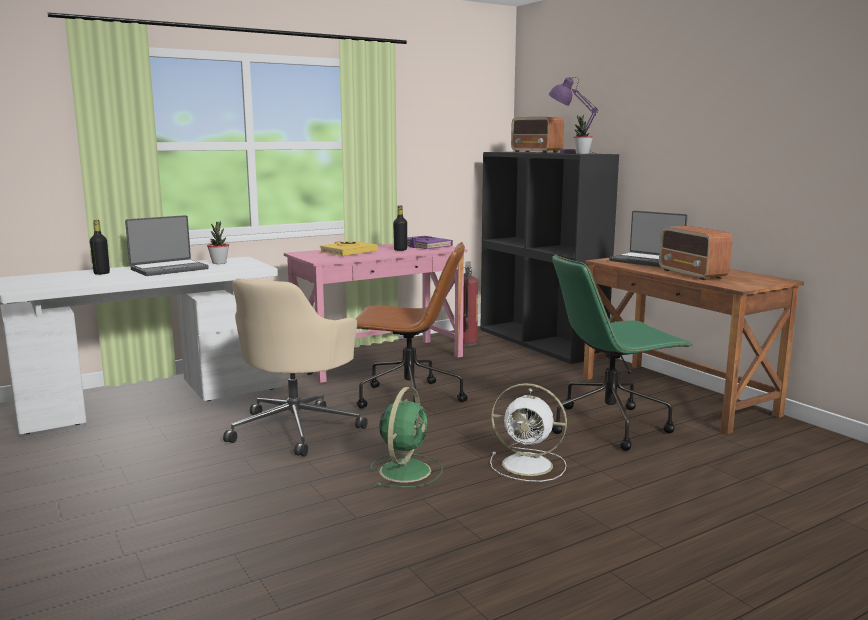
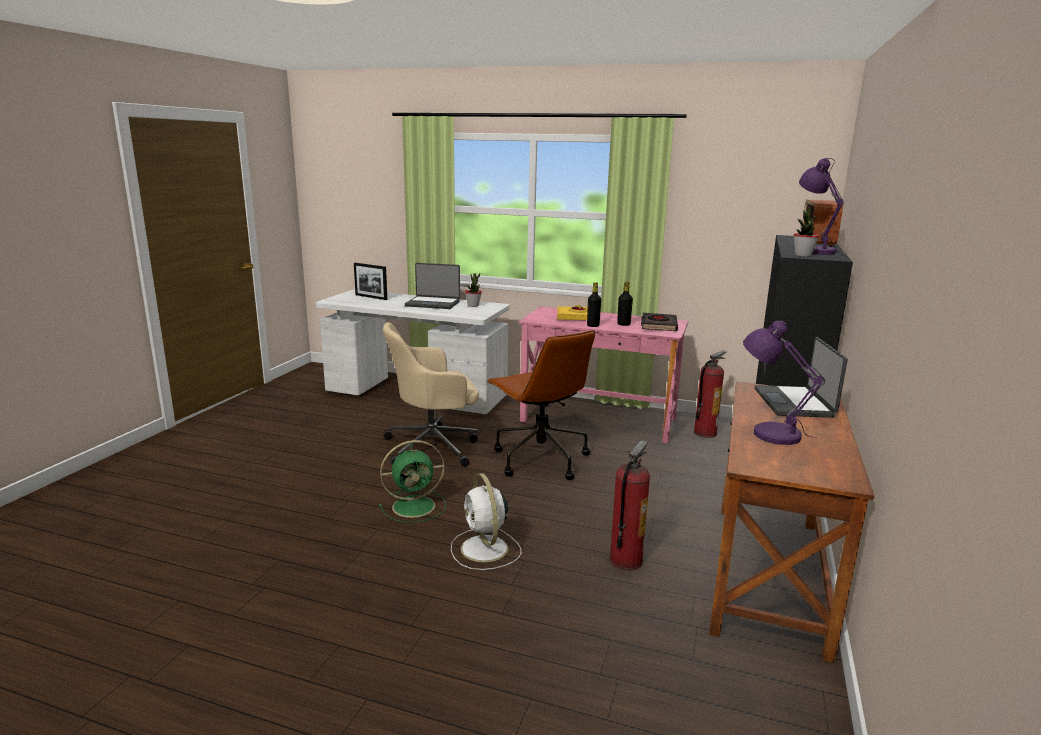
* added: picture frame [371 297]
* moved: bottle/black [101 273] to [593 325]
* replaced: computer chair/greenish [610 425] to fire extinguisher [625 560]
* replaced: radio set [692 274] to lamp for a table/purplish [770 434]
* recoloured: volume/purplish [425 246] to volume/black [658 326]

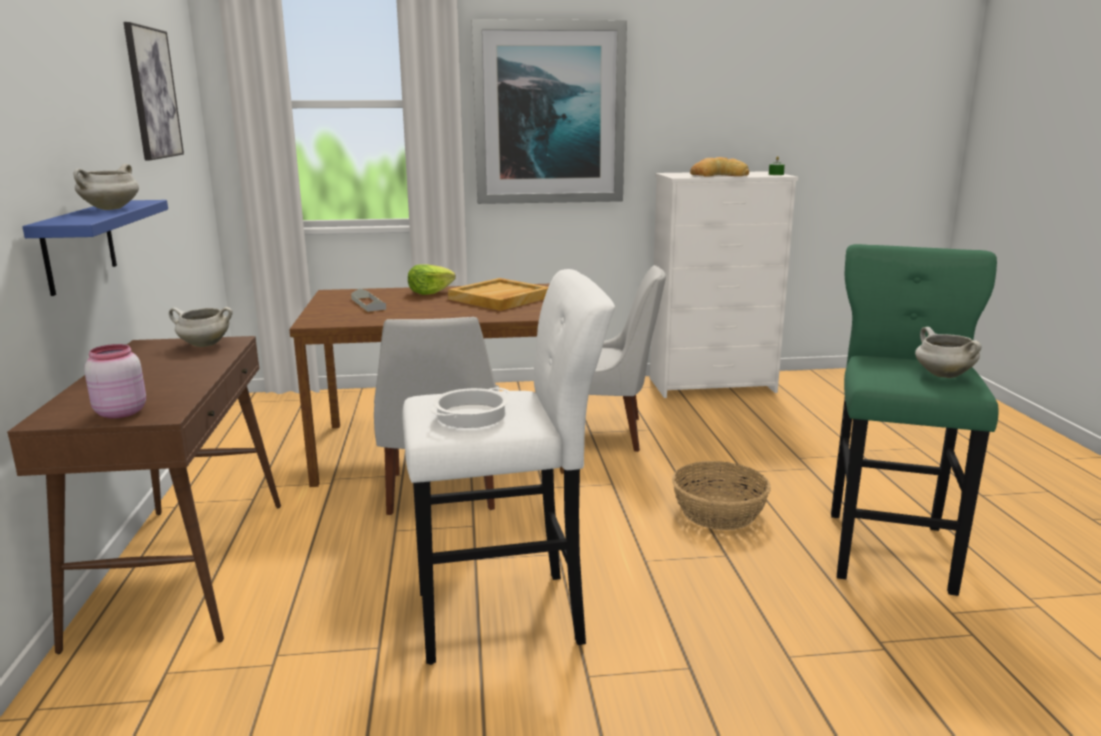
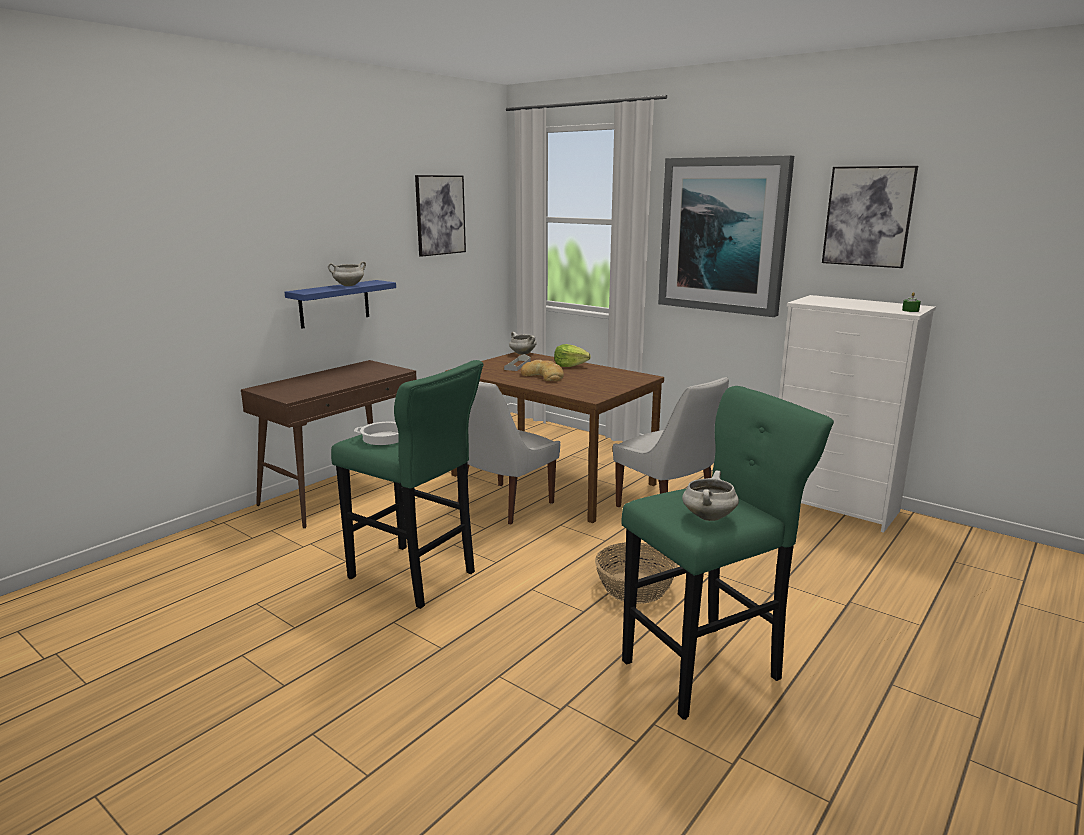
* removed: storage jar/pinkish [119 412]
* removed: serving tray/sand-coloured [500 298]
* added: wall picture [868 216]
* moved: cooking pot/whitish [204 345] to [522 354]
* moved: baked bread [718 175] to [543 376]
* recoloured: stool/whitish [509 615] to stool/greenish [416 577]

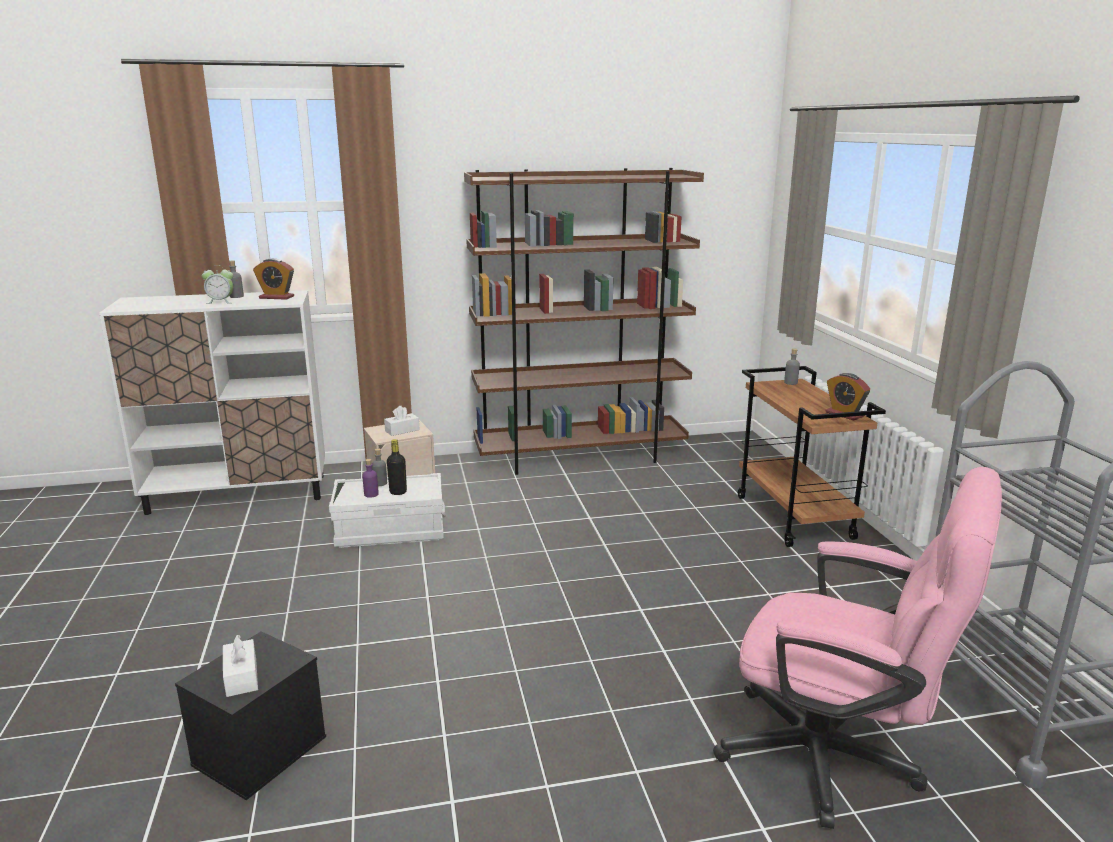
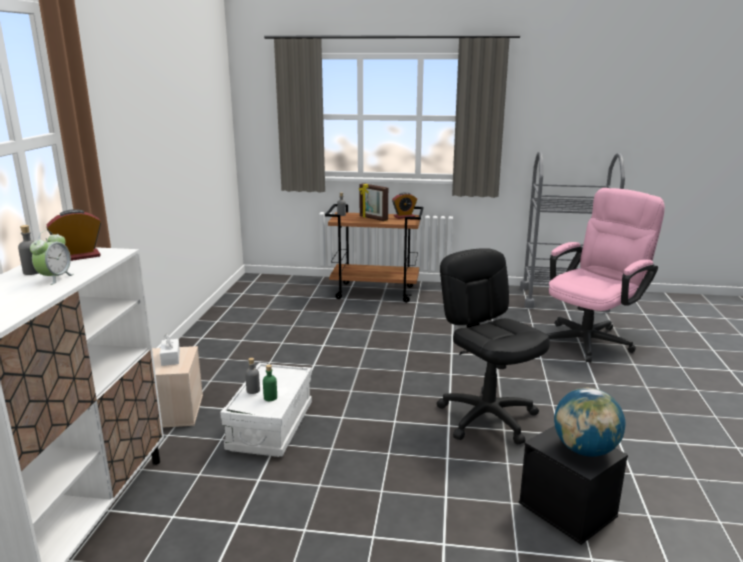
* removed: bottle/black [398 492]
* removed: shelving unit/brown-coloured [580 457]
* added: picture frame [373 218]
* added: computer chair/black [487 418]
* replaced: tissue box/whitish [241 677] to desk globe [585 450]
* recoloured: bottle/purplish [371 494] to bottle/greenish [270 398]
* turned: bedside clock [276 297] = [79 256] 150 degrees counterclockwise

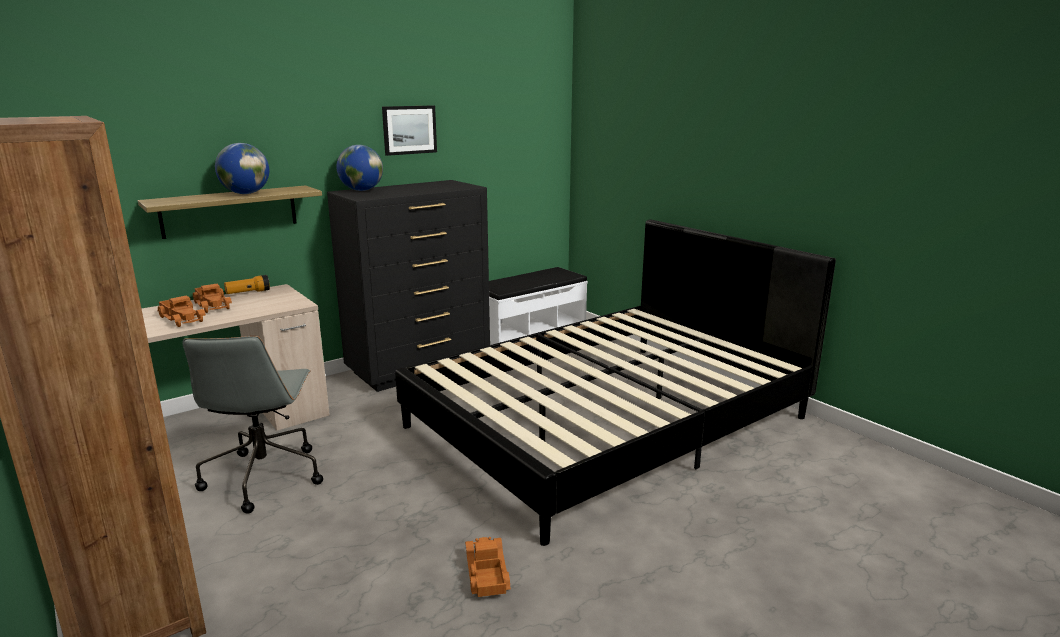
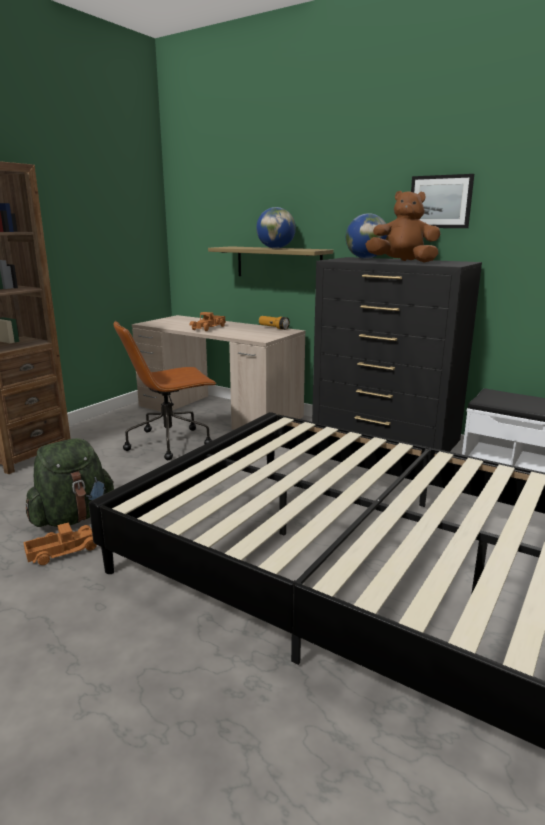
* removed: toy lorry [213 305]
* added: knapsack/greenish [73 517]
* added: cuddly toy/brown-coloured [402 262]
* recoloured: computer chair/grey [264 476] to computer chair/brown-coloured [170 442]

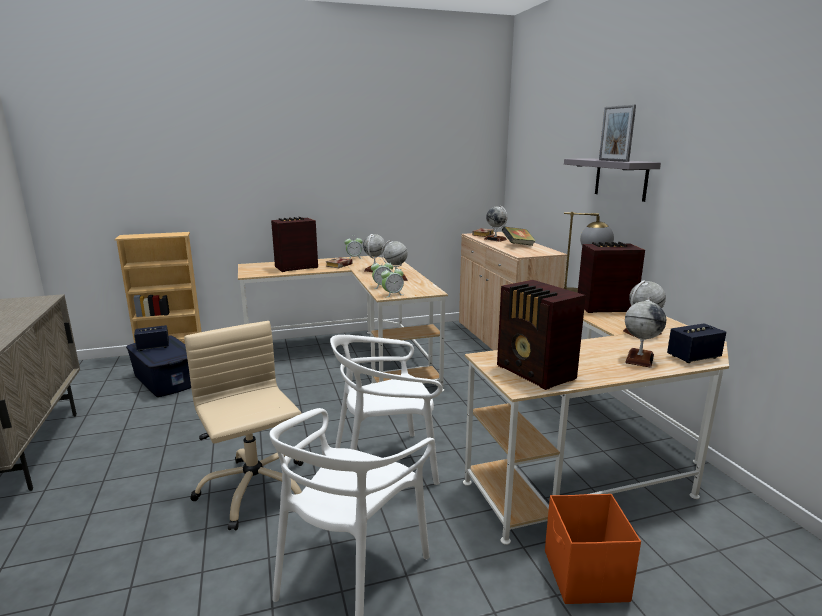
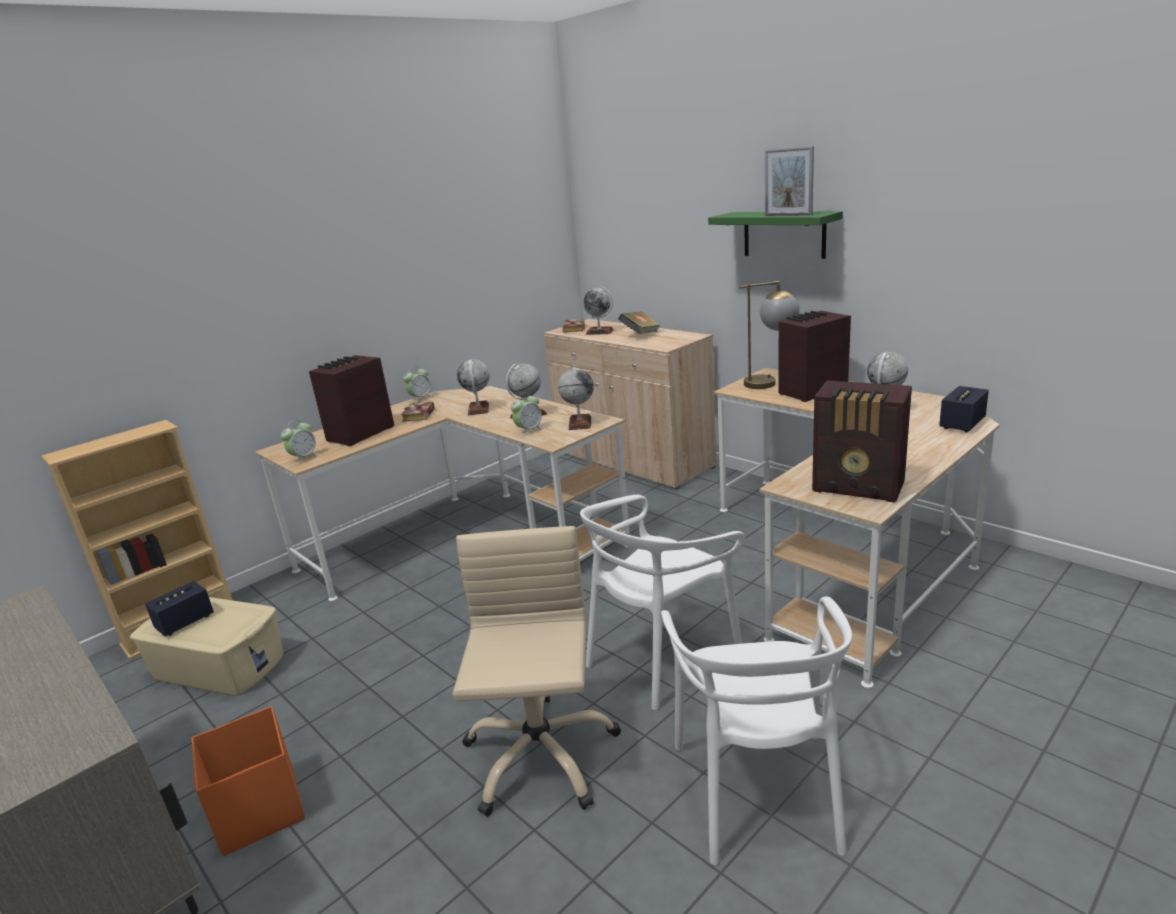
* moved: bedside clock [392 294] to [304 458]
* moved: storage box/orangey [585 577] to [259 811]
* moved: desk globe [639 359] to [579 423]
* recoloured: storage box/blue-coloured [166 380] to storage box/sand-coloured [220 666]
* recoloured: wall shelf/grey [621 179] to wall shelf/greenish [784 234]
* turned: computer chair/sand-coloured [254 489] = [539 756] 60 degrees clockwise

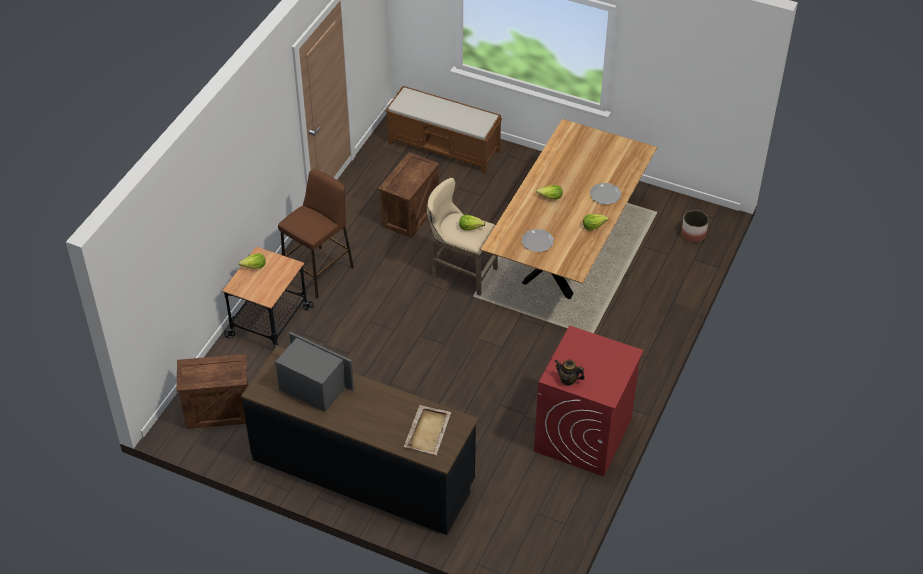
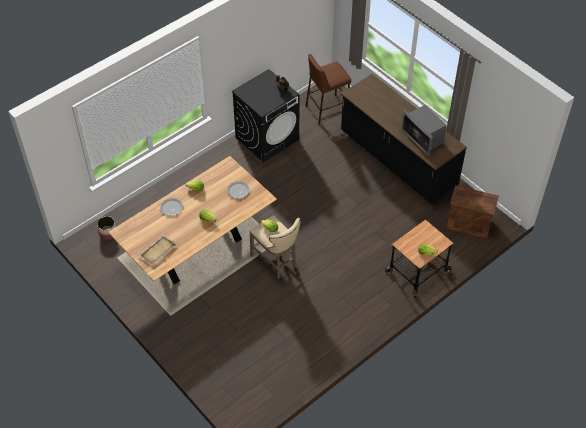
* removed: packing crate [409 214]
* removed: indoor bench/brown-coloured [444 147]
* moved: stool/brown-coloured [319 272] to [327 109]
* moved: serving tray/sand-coloured [428 431] to [157 251]
* recoloured: laundry appliance/red-coloured [583 435] to laundry appliance/black [267 138]

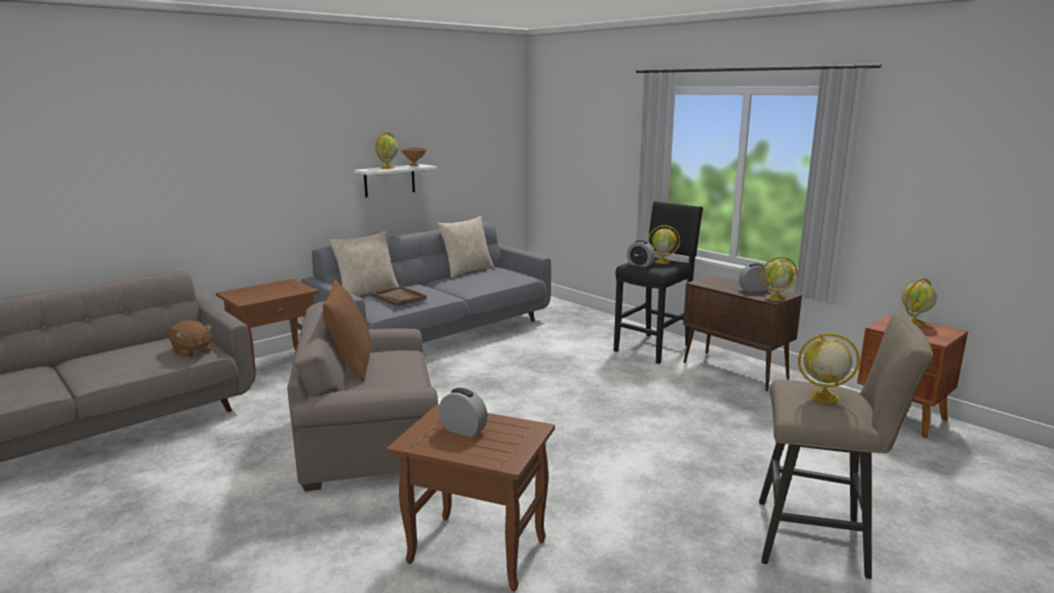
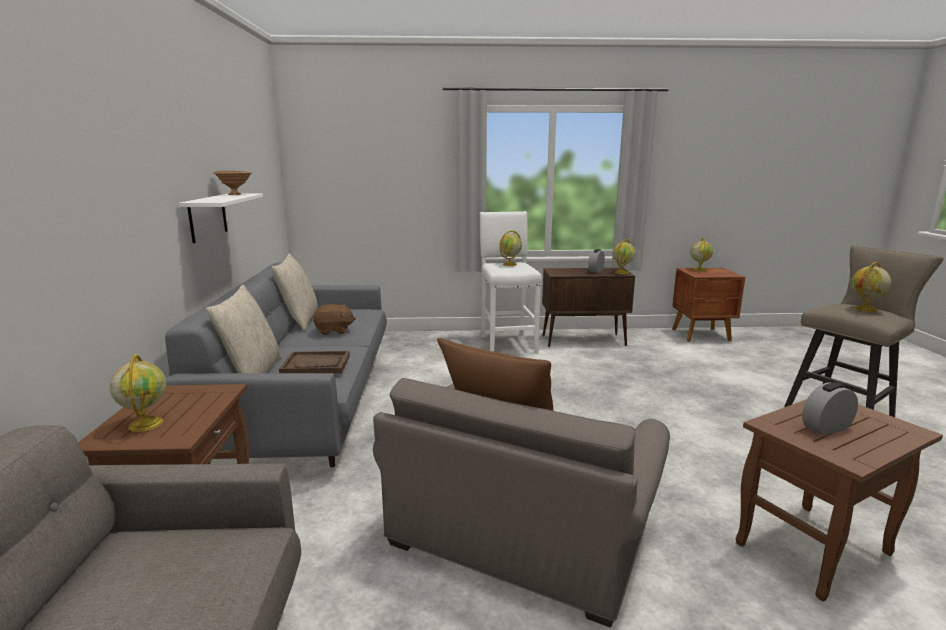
* removed: bedside clock [640 264]
* moved: cuddly toy/brown-coloured [192 351] to [334 331]
* moved: desk globe [387 168] to [145 423]
* recoloured: stool/black [654 348] to stool/whitish [507 344]

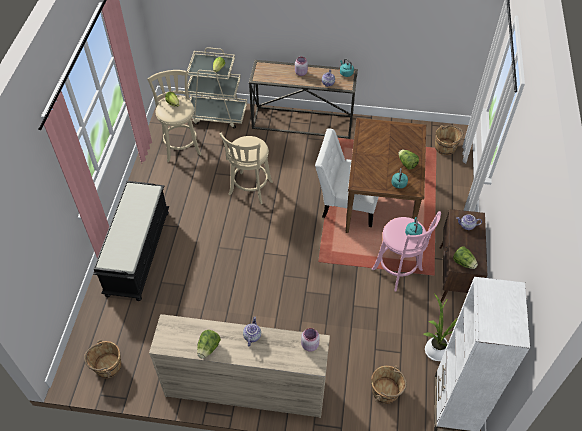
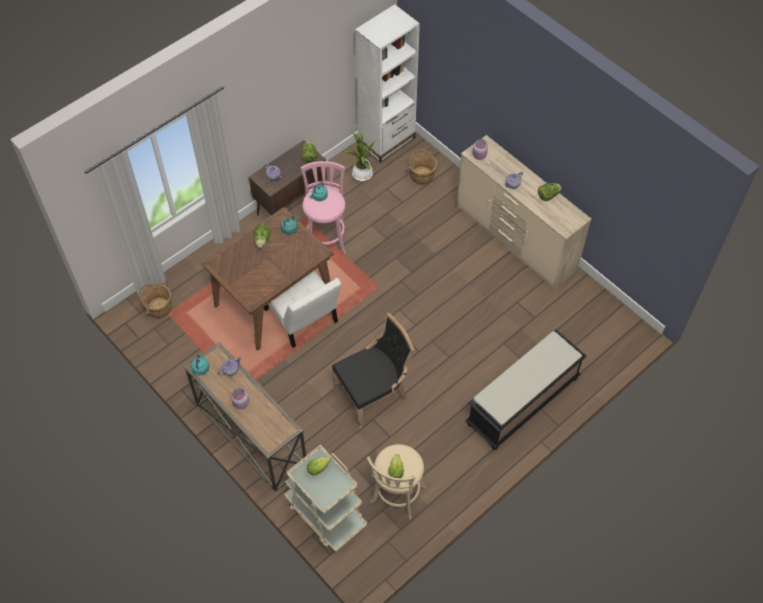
* removed: bucket/brown-coloured [107 366]
* replaced: stool/sand-coloured [250 190] to upright chair/black [374 394]

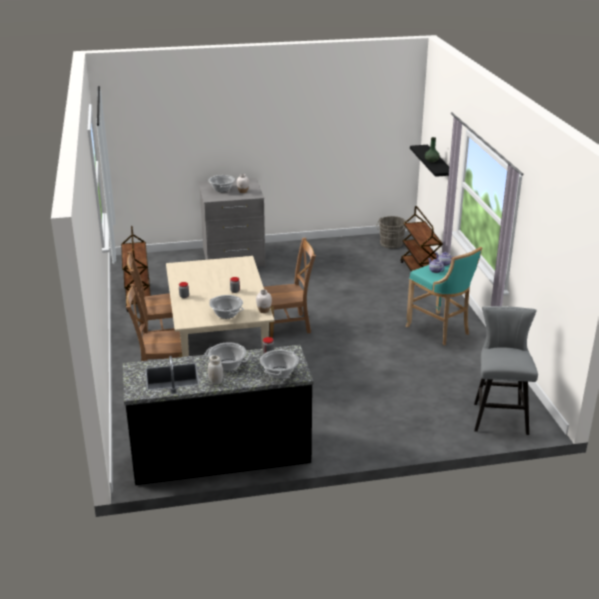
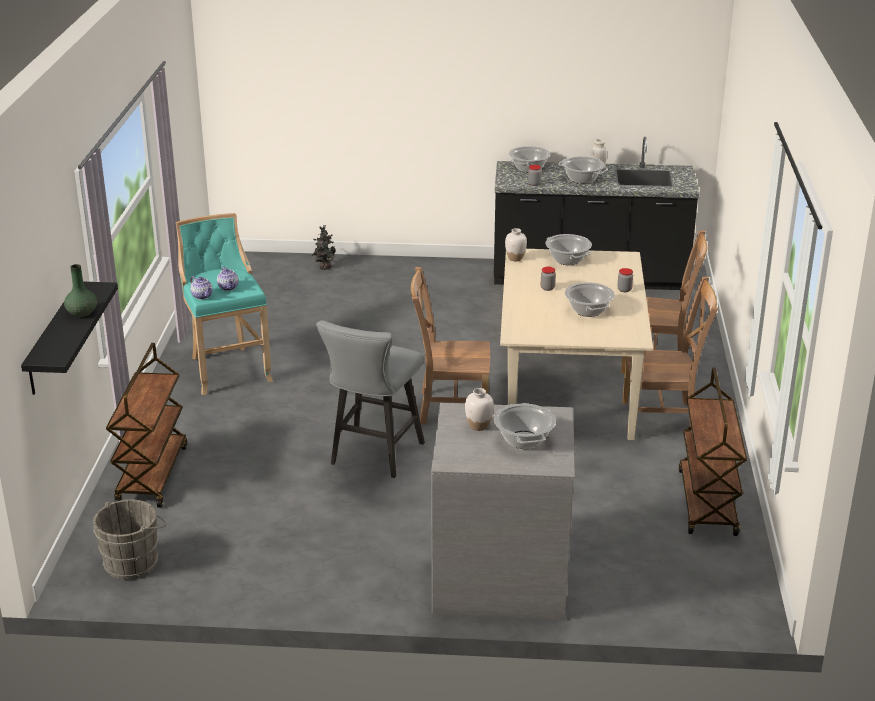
* added: potted plant [324 267]
* added: cooking pot [588 310]
* moved: stool/grey [499 416] to [373 456]

